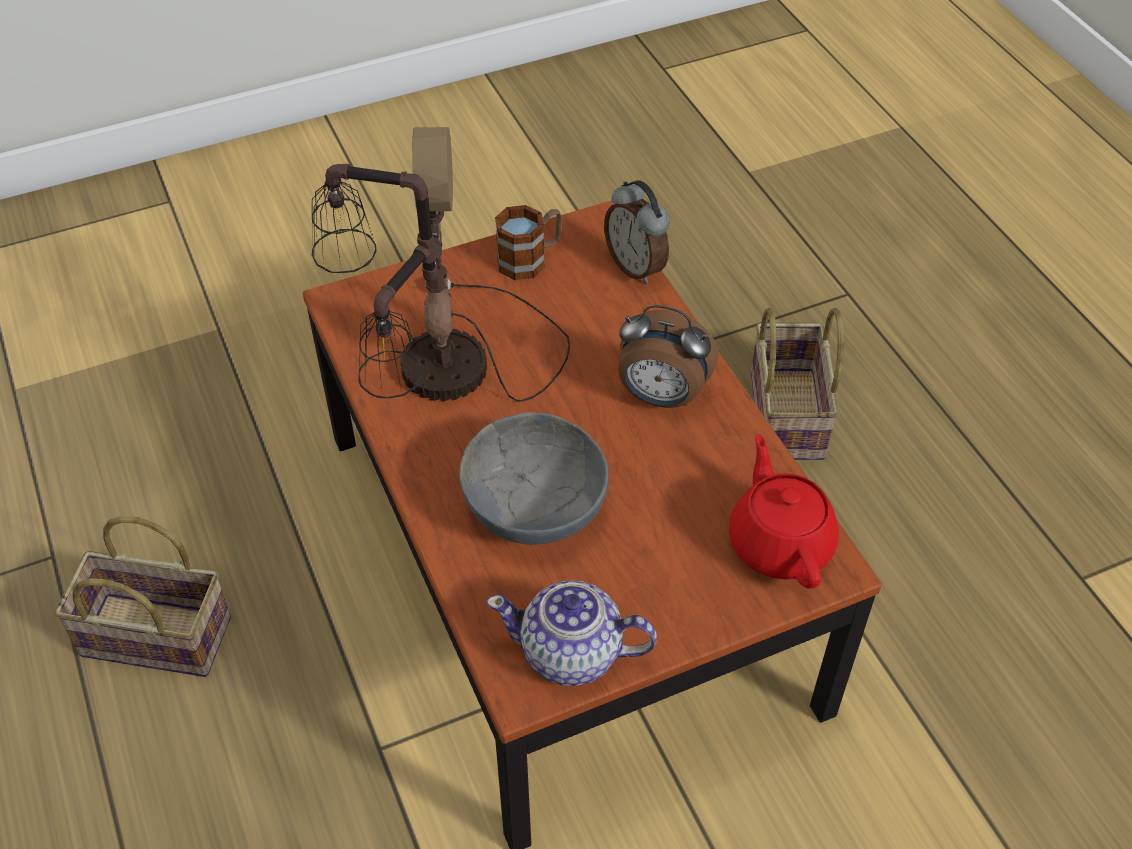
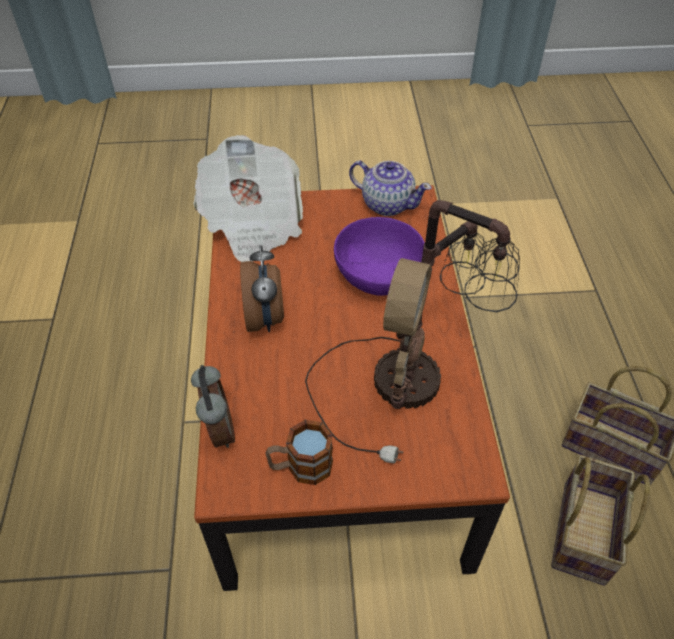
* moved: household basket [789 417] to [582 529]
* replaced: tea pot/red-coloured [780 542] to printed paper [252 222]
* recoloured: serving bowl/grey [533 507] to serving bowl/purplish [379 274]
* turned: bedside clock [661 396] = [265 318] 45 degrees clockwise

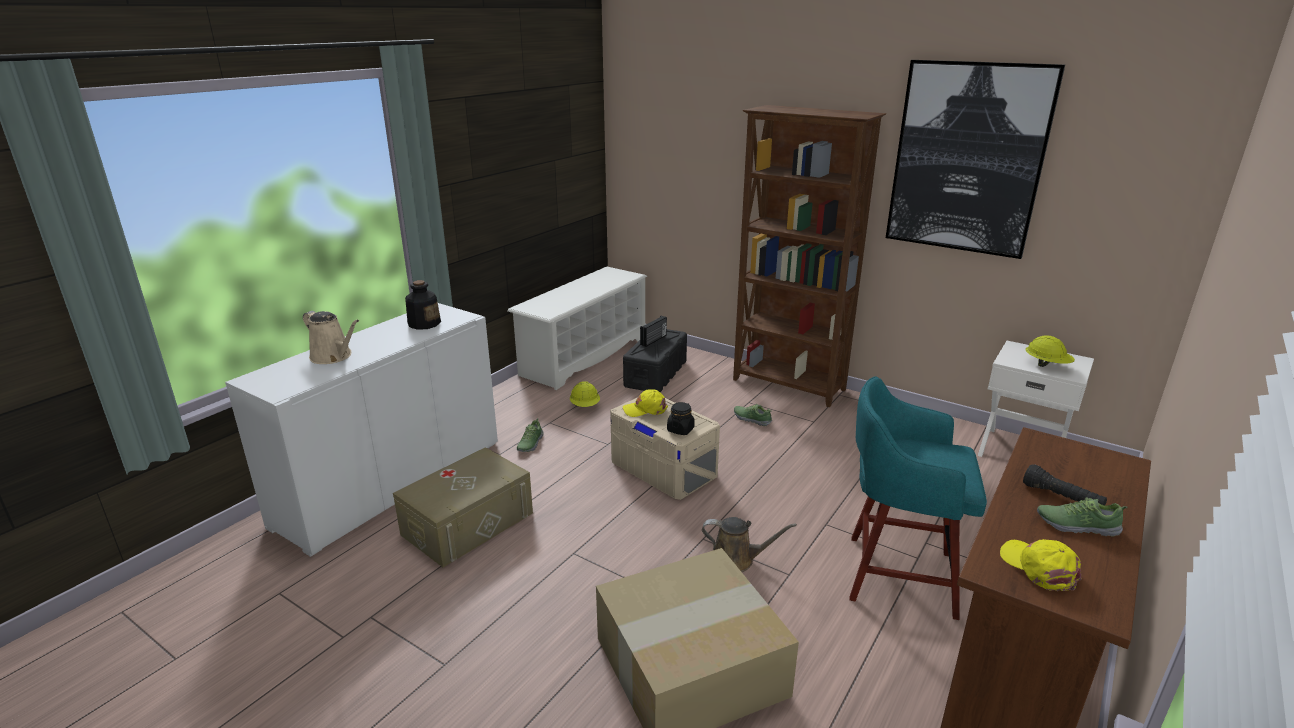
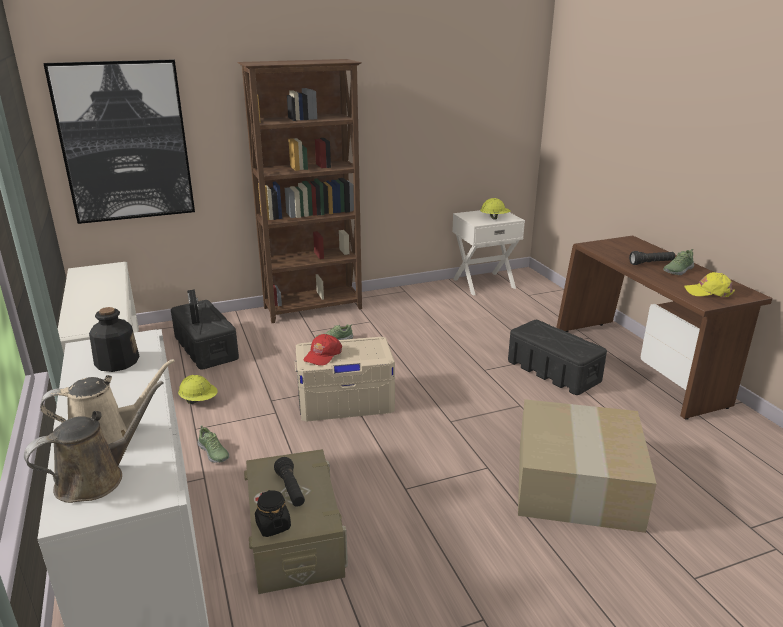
* added: hand torch/black [291 489]
* moved: storage jar/black [680 429] to [273 525]
* moved: sprinkling can/brown-coloured [737 559] to [96 478]
* moved: wall picture [967 159] to [125 142]
* replaced: stool/turquoise [896 574] to storage box/black [552 371]
* recoloured: peaked cap/yellowish [645 409] to peaked cap/red-coloured [322 355]

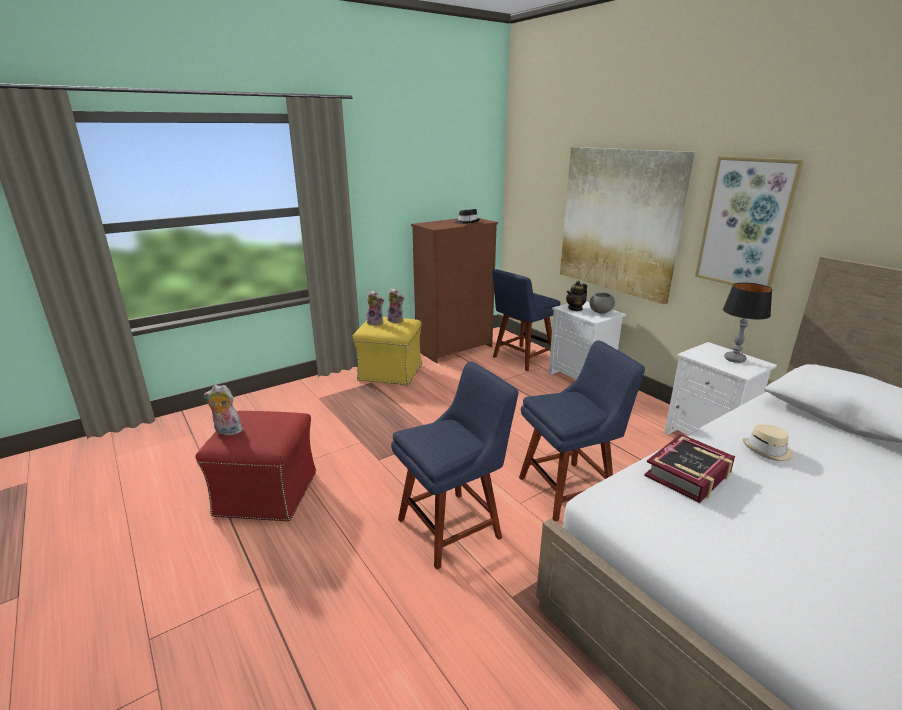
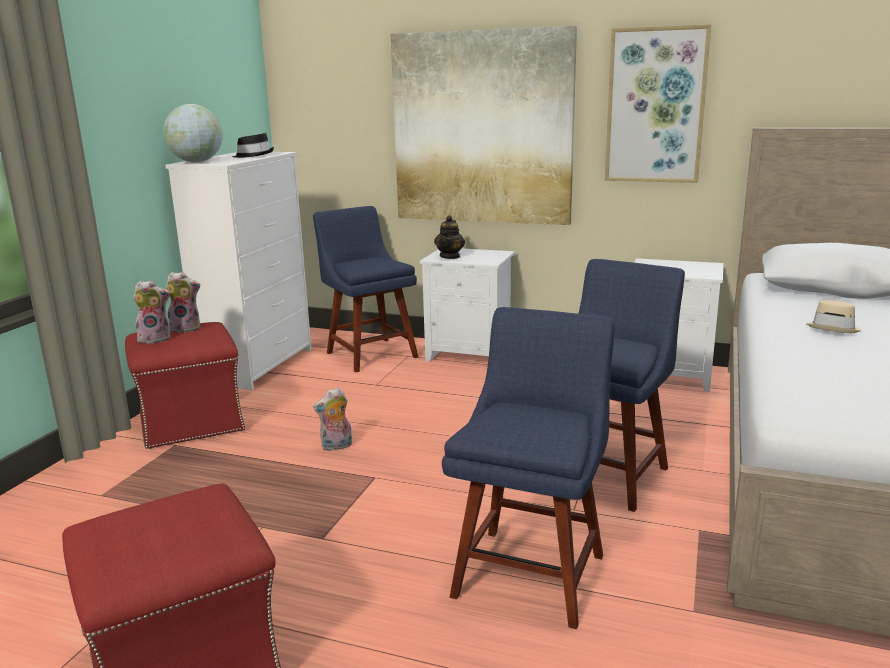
* removed: serving bowl/grey [600 312]
* removed: volume [688 474]
* removed: lamp for a table [734 359]
* added: desk globe [197 162]
* moved: cuddly toy [227 432] to [336 447]
* recoloured: footrest/yellowish [389 372] to footrest/red-coloured [190 422]
* recoloured: drawer chest/brown-coloured [455 348] to drawer chest/whitish [259 365]
* turned: upright chair/blue-coloured [521 358] = [369 353] 135 degrees clockwise

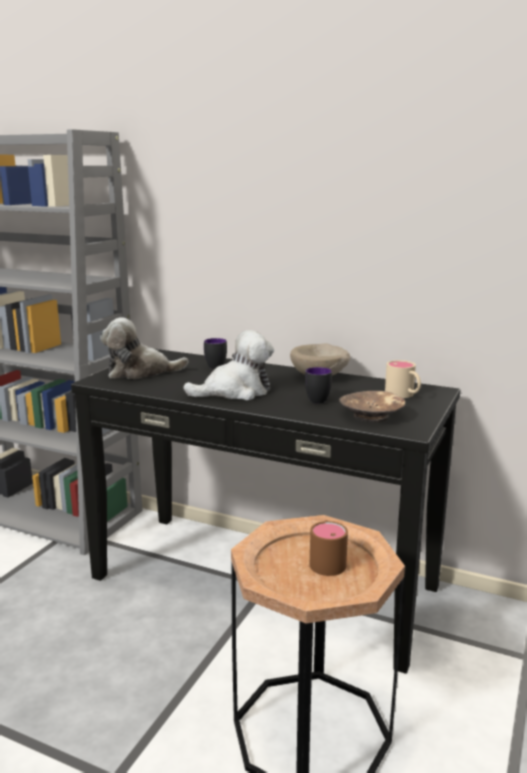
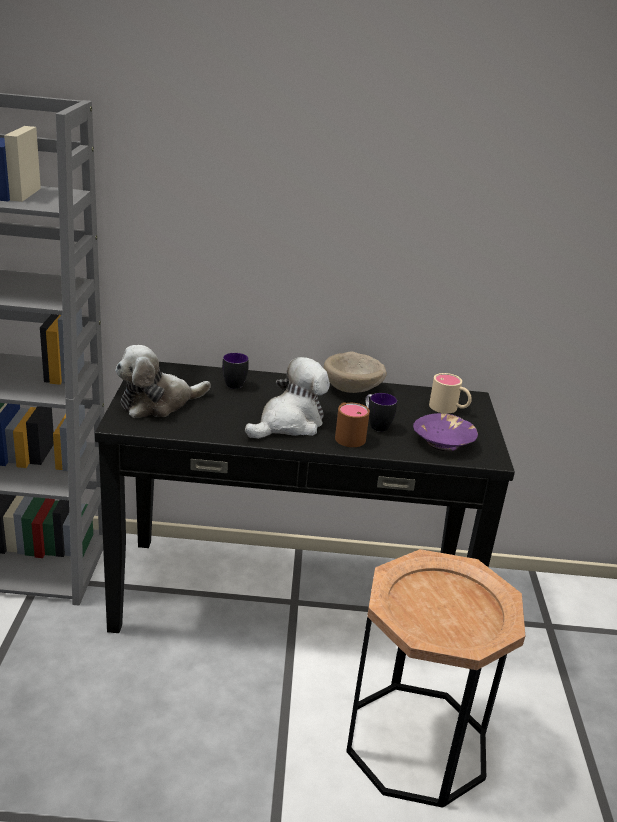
* moved: mug/brown-coloured [327 560] to [347 435]
* recoloured: serving bowl/brown-coloured [372 415] to serving bowl/purplish [443 442]

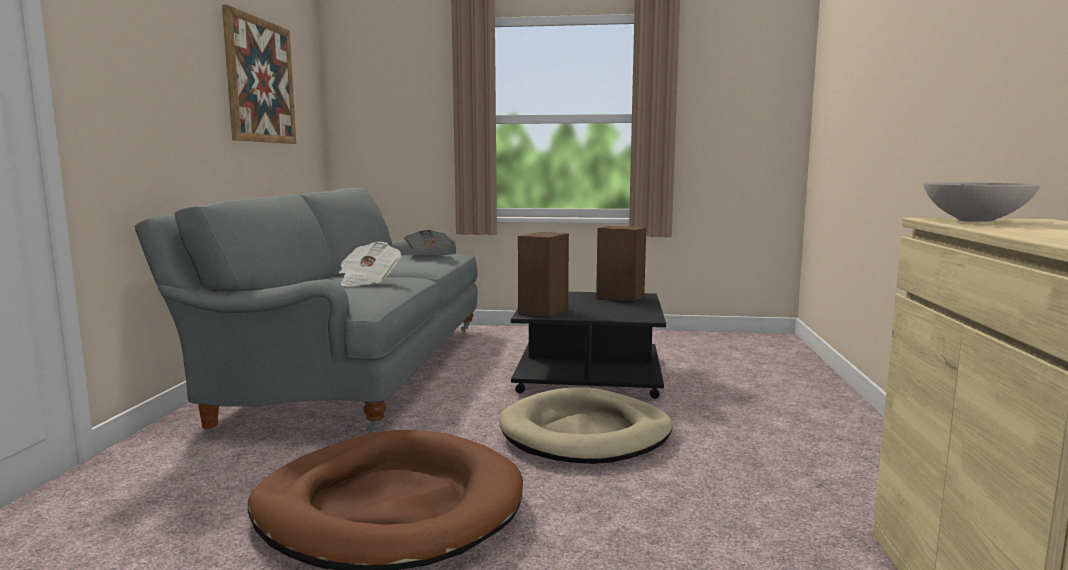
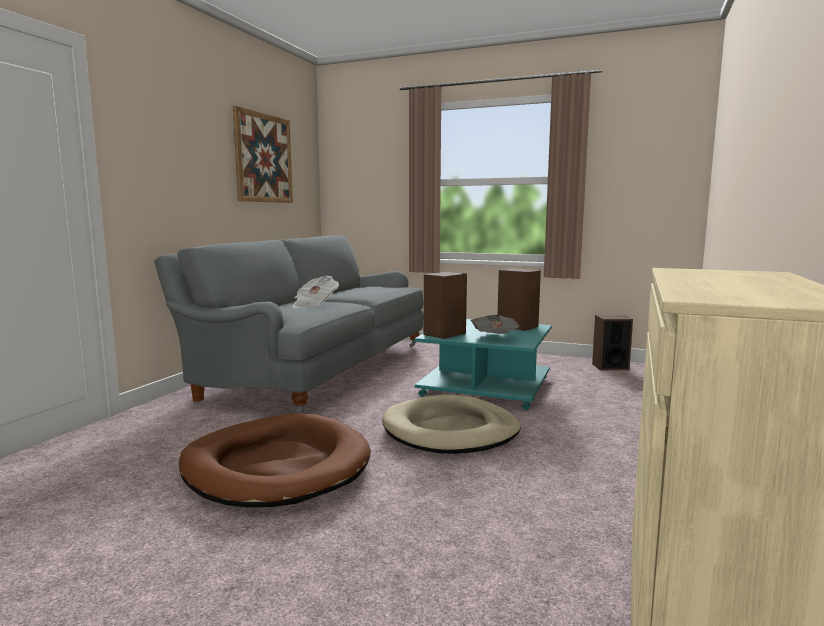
* removed: serving bowl/whitish [974 220]
* added: loudspeaker [610 367]
* moved: printed paper [429 255] to [495 338]
* recoloured: low table/black [587 374] to low table/turquoise [484 386]

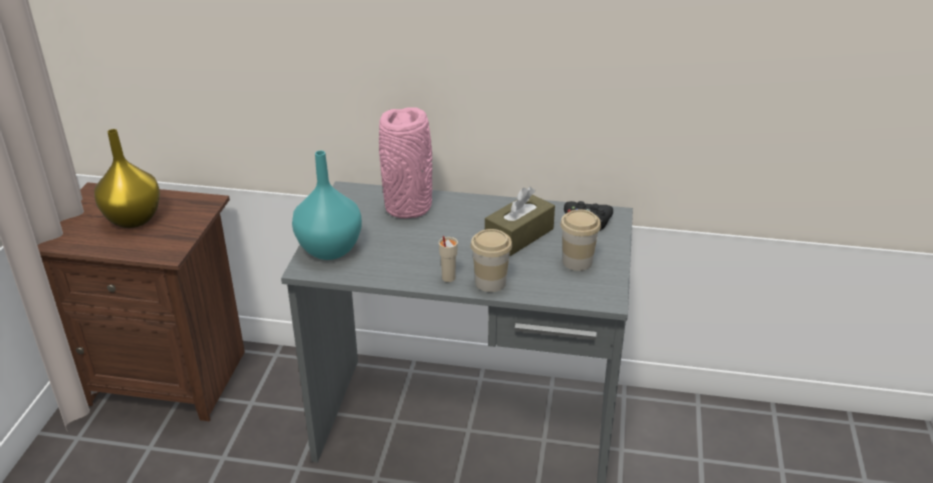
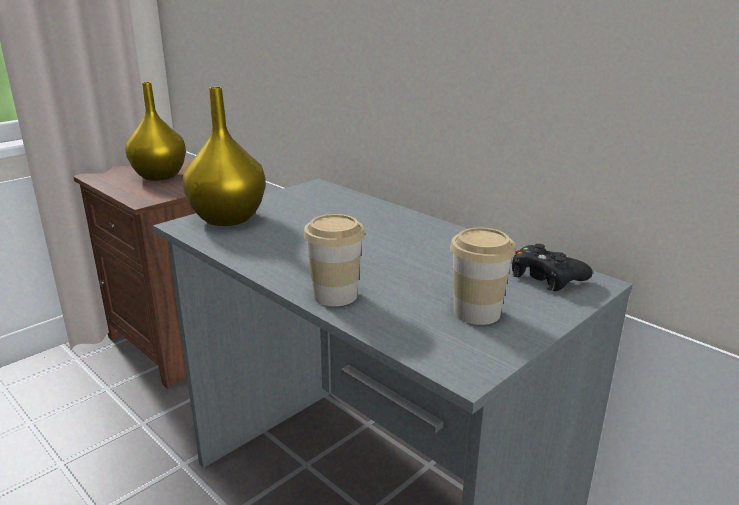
* removed: decorative vase/pinkish [408 207]
* removed: drinking cup/sand-coloured [448 278]
* removed: tissue box/brown-coloured [519 235]
* recoloured: decorative vase/turquoise [331 250] to decorative vase/yellowish [228 219]

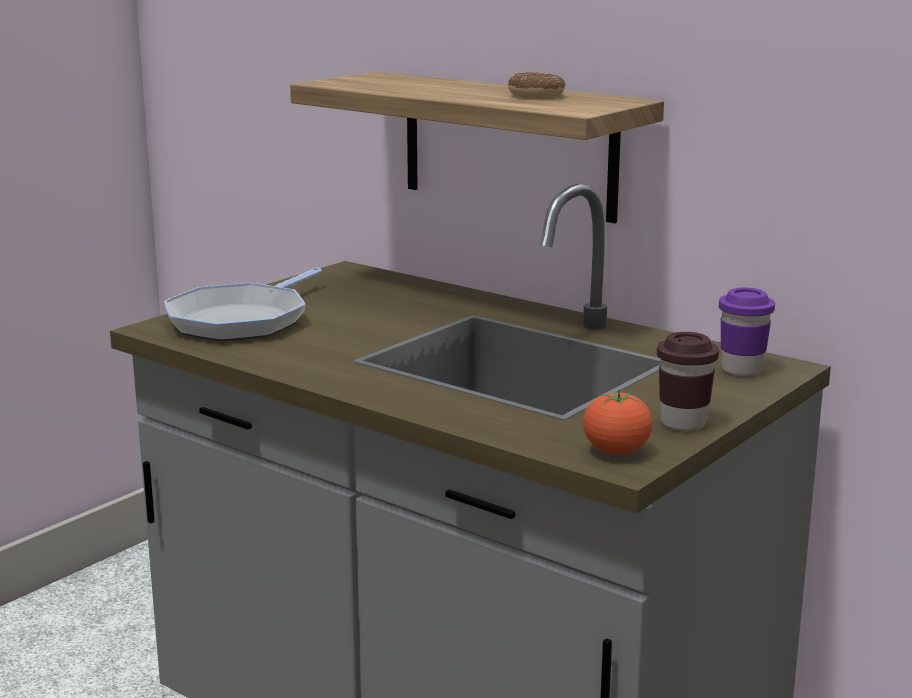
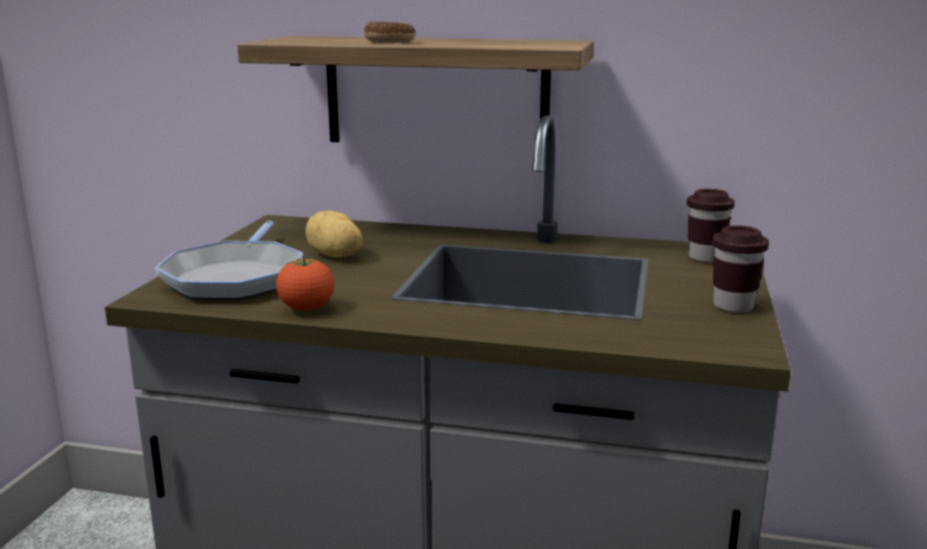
* added: whole potato [334 256]
* moved: ring doughnut [536 95] to [389 41]
* moved: fresh tomato [616 452] to [306 309]
* recoloured: drinking cup/purplish [741 370] to drinking cup/brown-coloured [705 258]

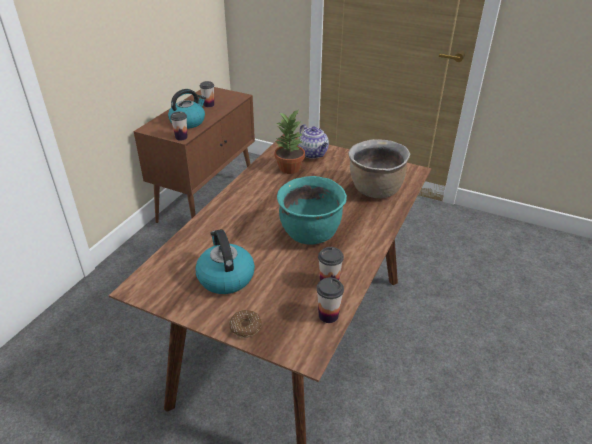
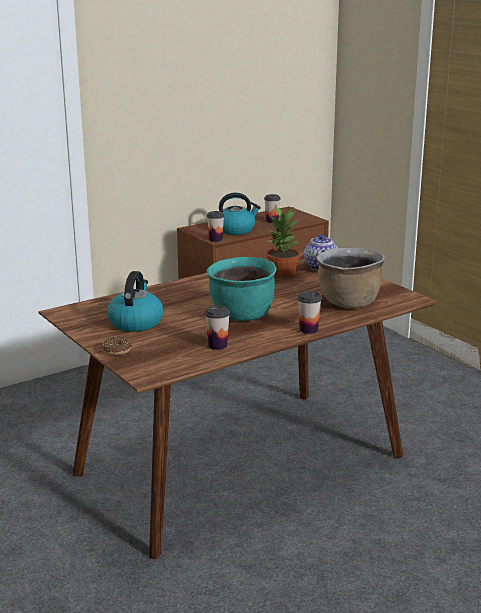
* moved: drinking cup [328 315] to [308 330]

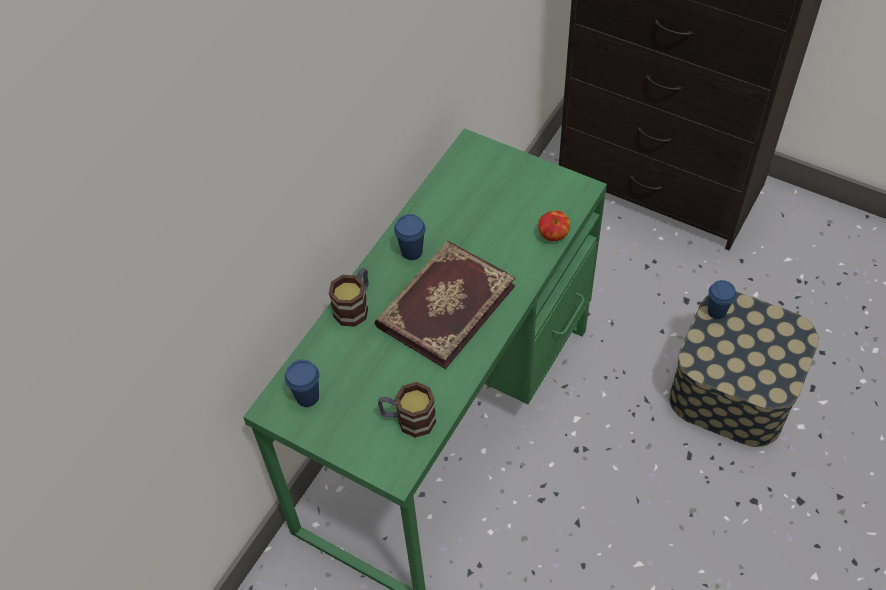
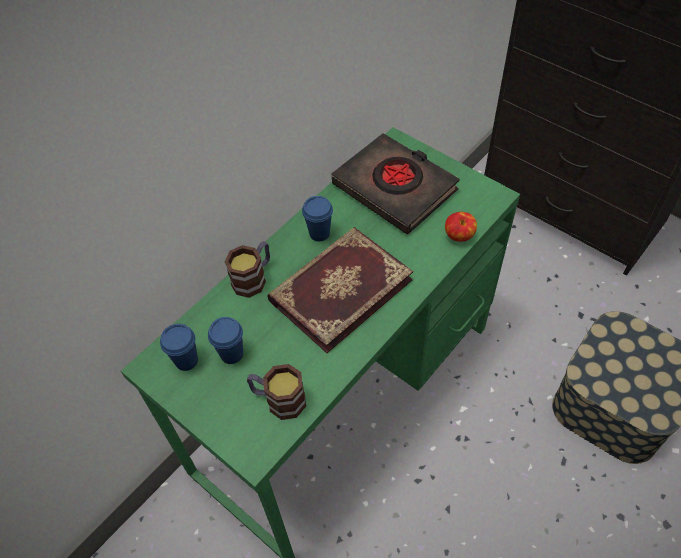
* added: volume/black [395 188]
* moved: drinking cup/blue-coloured [716 311] to [232 354]

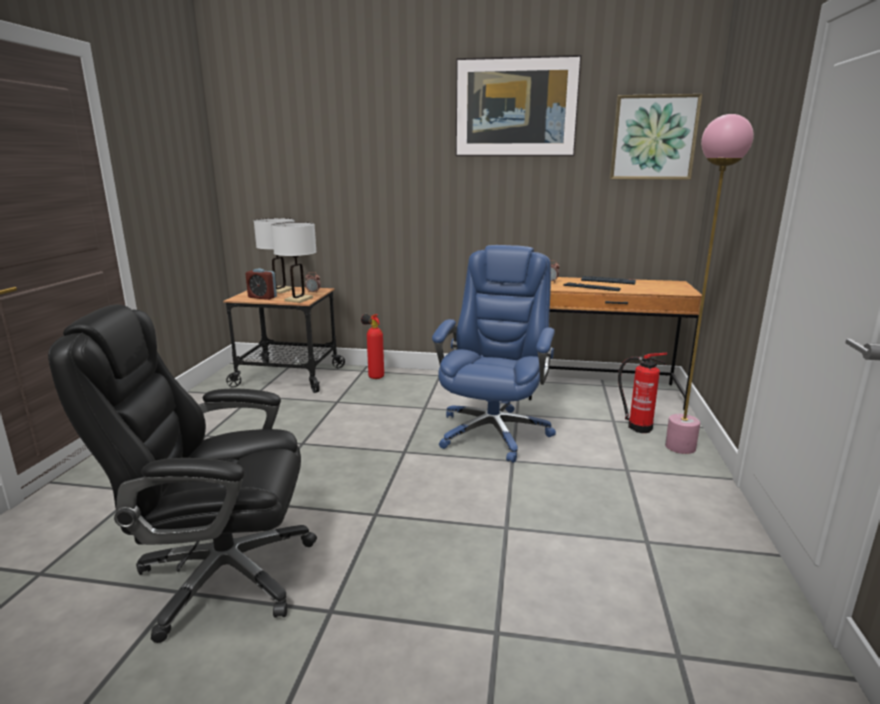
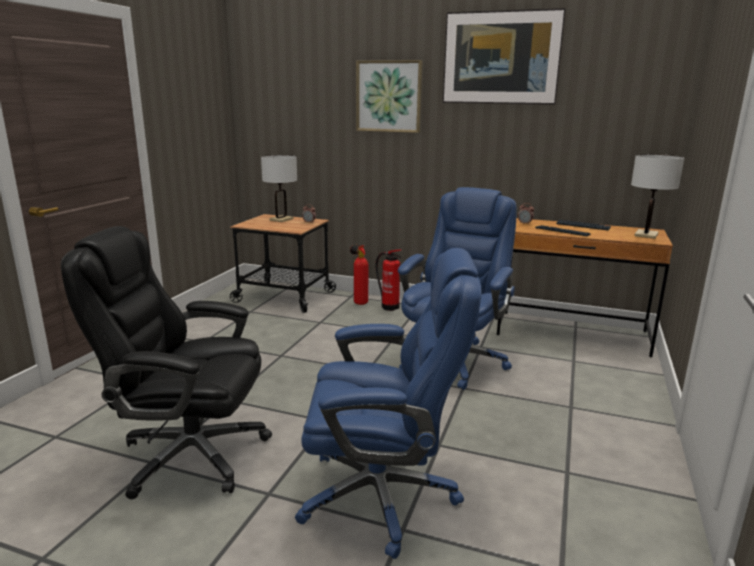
* removed: bedside clock [262 297]
* removed: floor lamp/pinkish [680 447]
* added: computer chair/blue-coloured [382 495]
* moved: lamp for a table/whitish [299 299] to [646 235]
* moved: wall picture [653 138] to [389 96]
* moved: fire extinguisher [637 427] to [389 306]

